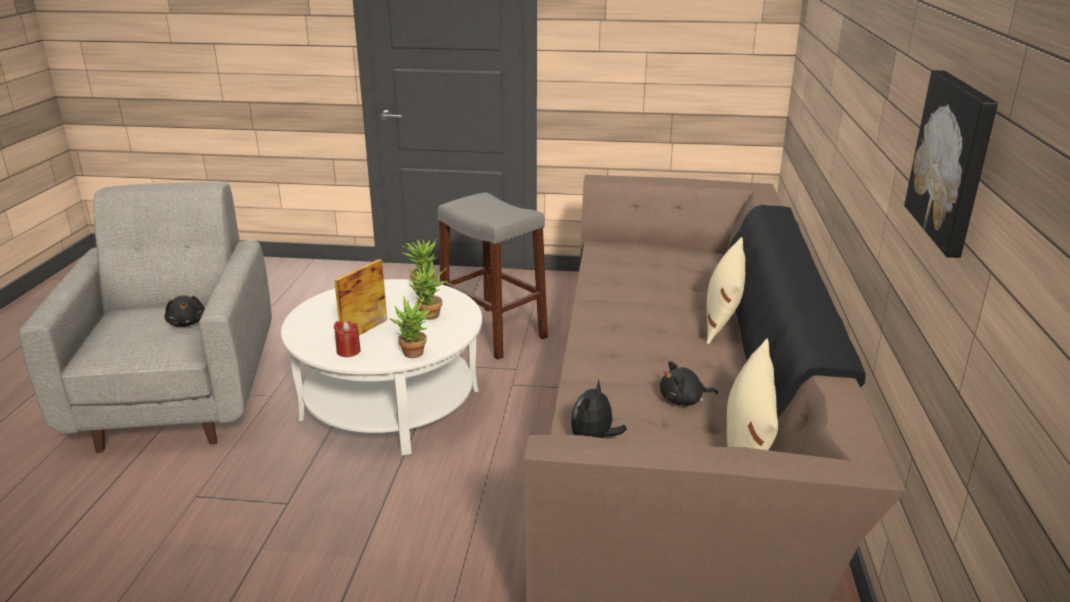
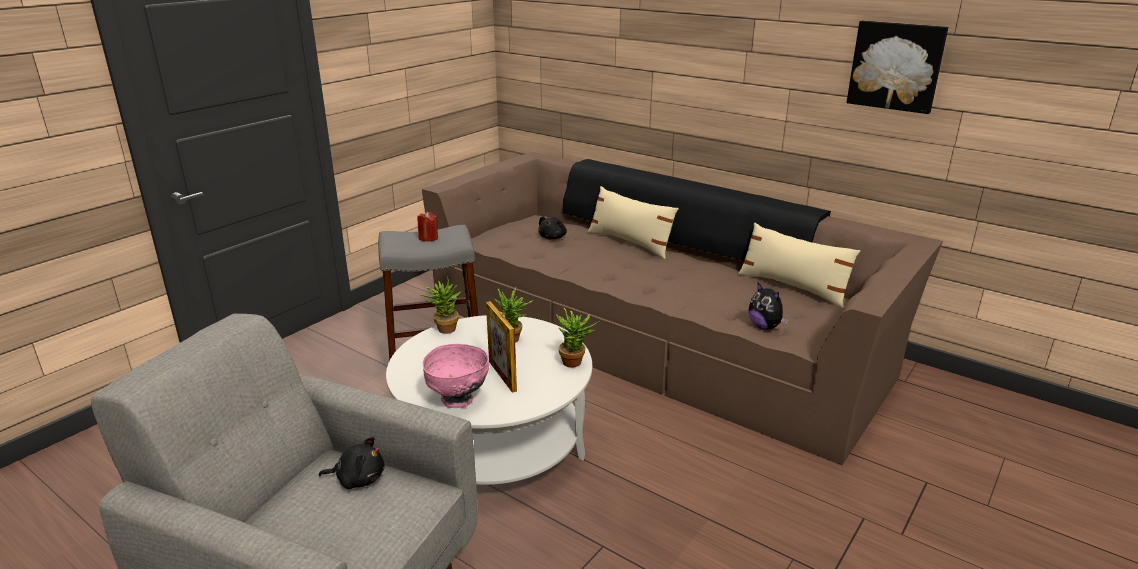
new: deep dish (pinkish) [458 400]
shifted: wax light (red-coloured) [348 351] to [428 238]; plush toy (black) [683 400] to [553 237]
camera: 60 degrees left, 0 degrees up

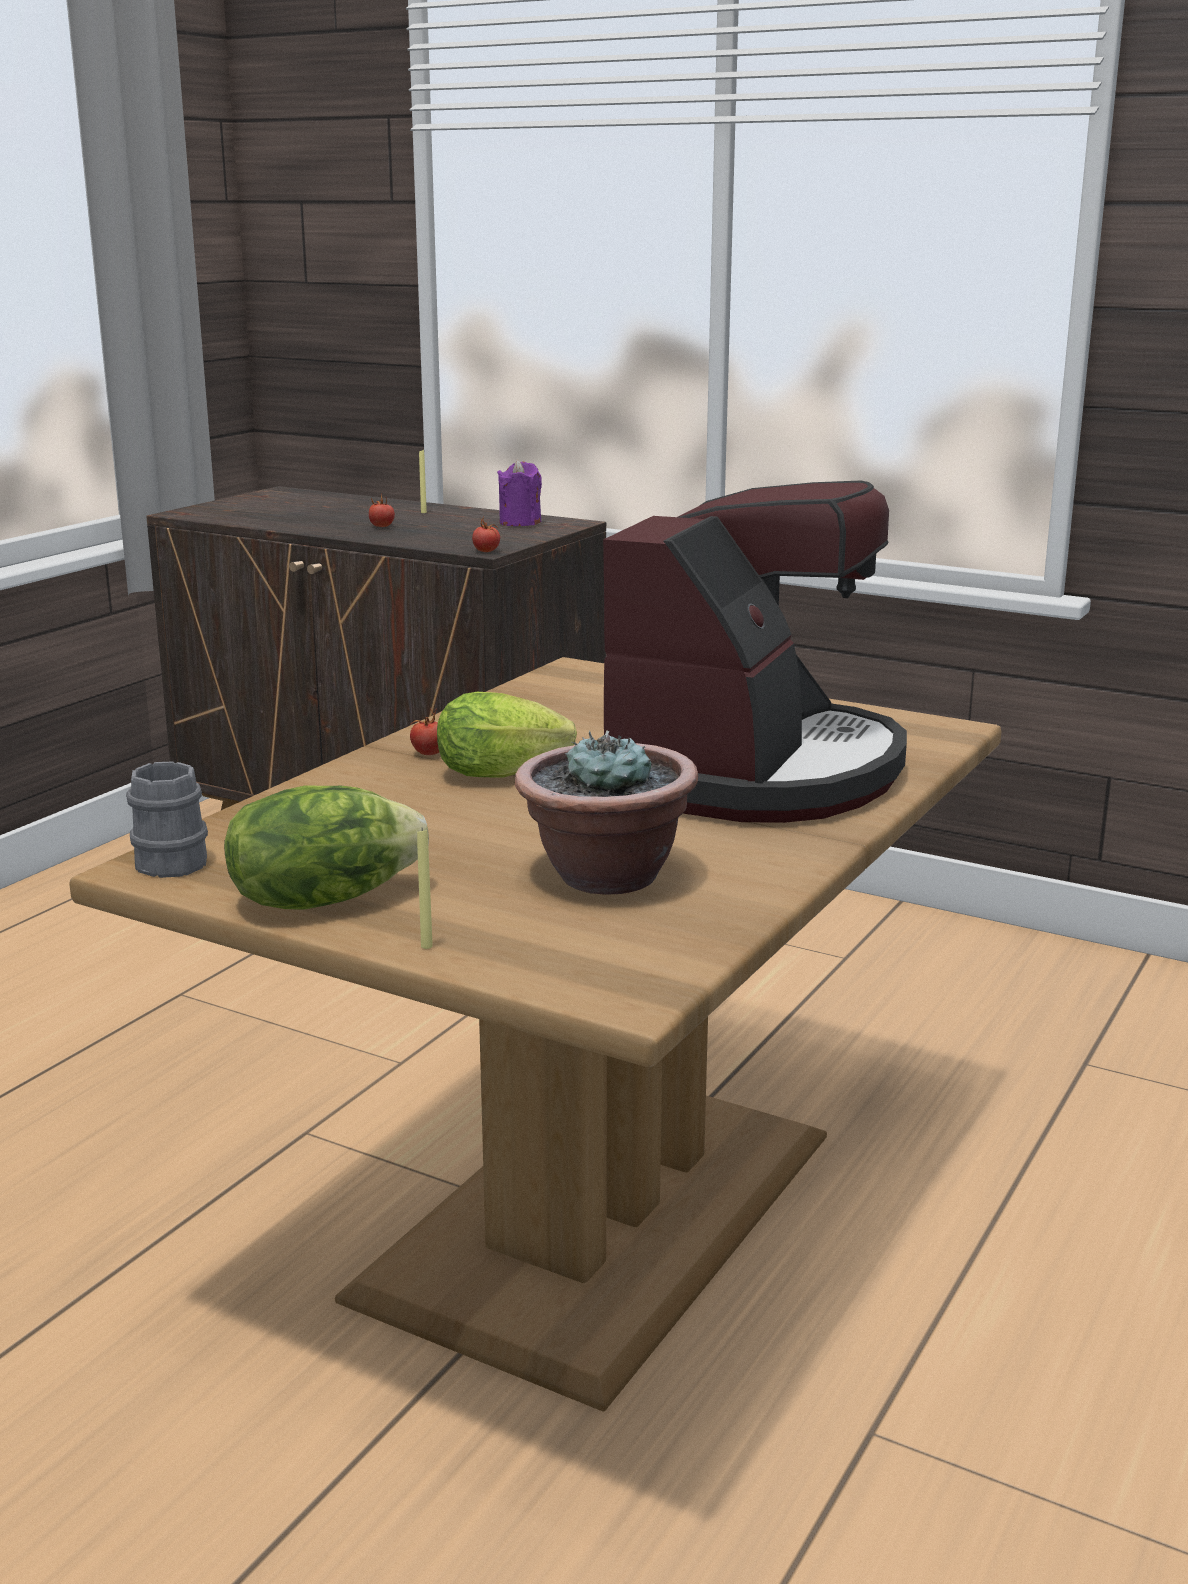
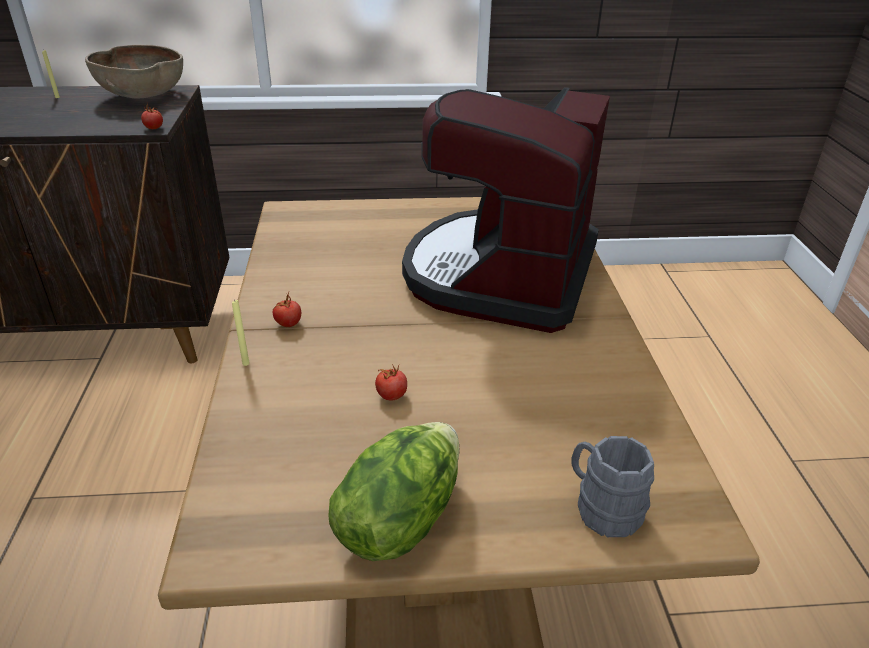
gone: head of lettuce [508 774]; houseplant [605 876]
shifted: tea mug (grey) [172 859] to [601 508]; tomato [382 526] to [391 395]; wax light (yellow) [426 946] to [246 363]
swapped: wax light (purplish) [520 522] to deep dish (brown) [142 96]
rotated: coffee brewer [752 773] = [502 275] 150 degrees counterclockwise
camera: 35 degrees left, 15 degrees up

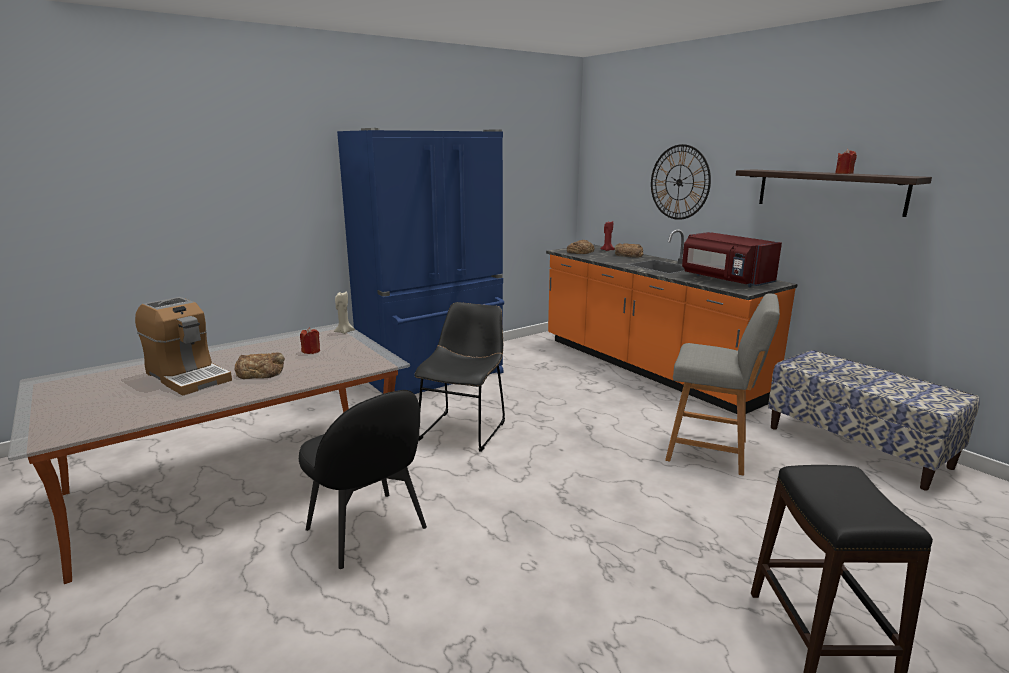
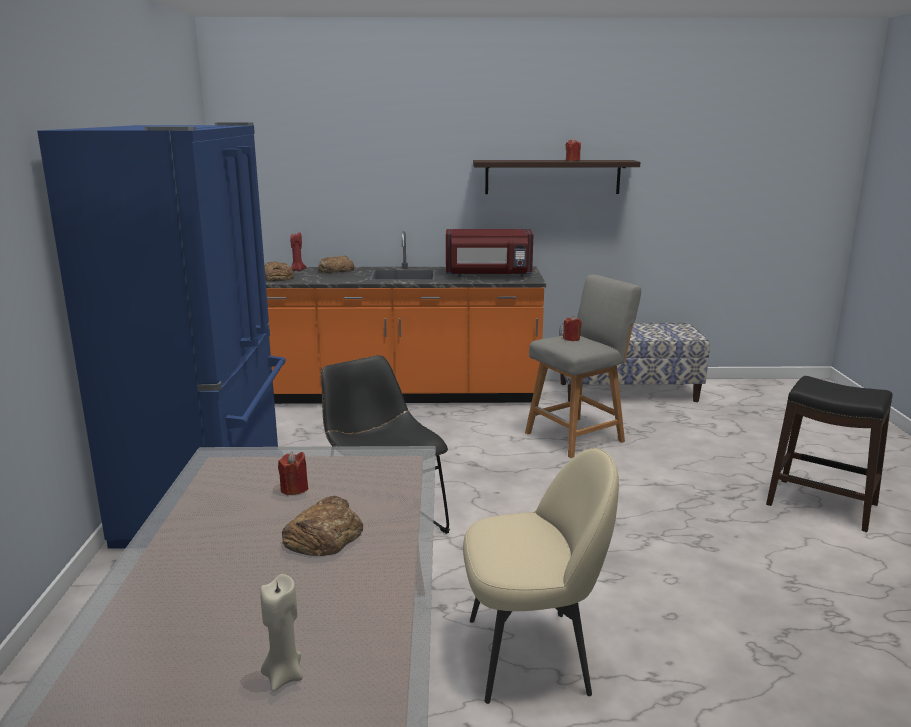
gone: coffee brewer [187 377]; wall clock [679 182]
new: wax light (red-coloured) [571 339]
shifted: wax light (beige) [344 332] to [283 676]
repainted: plain chair (black) [368 530] to plain chair (beige) [532 655]
camera: 55 degrees left, 0 degrees up

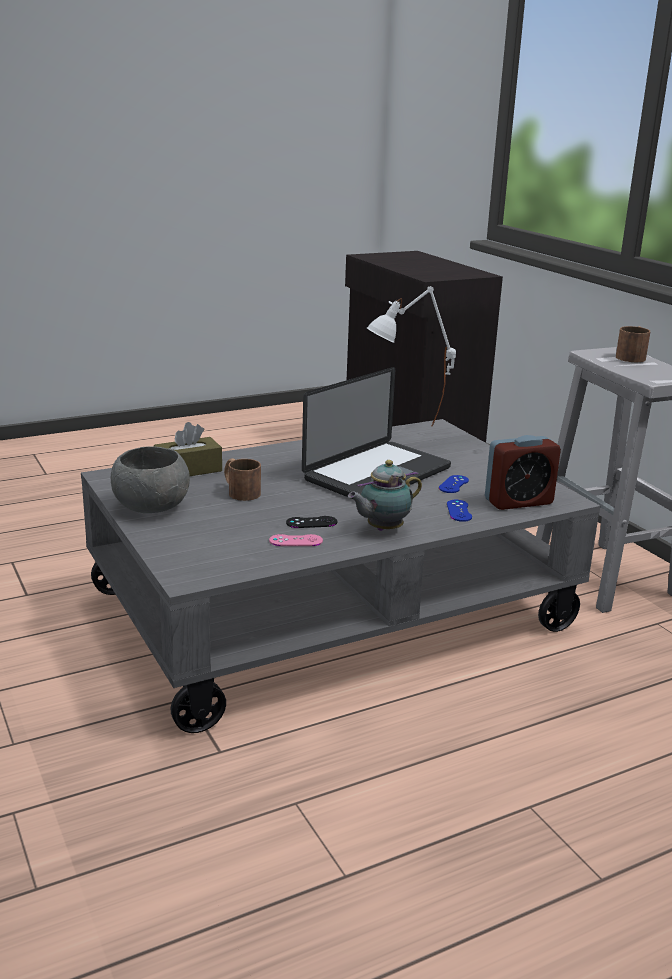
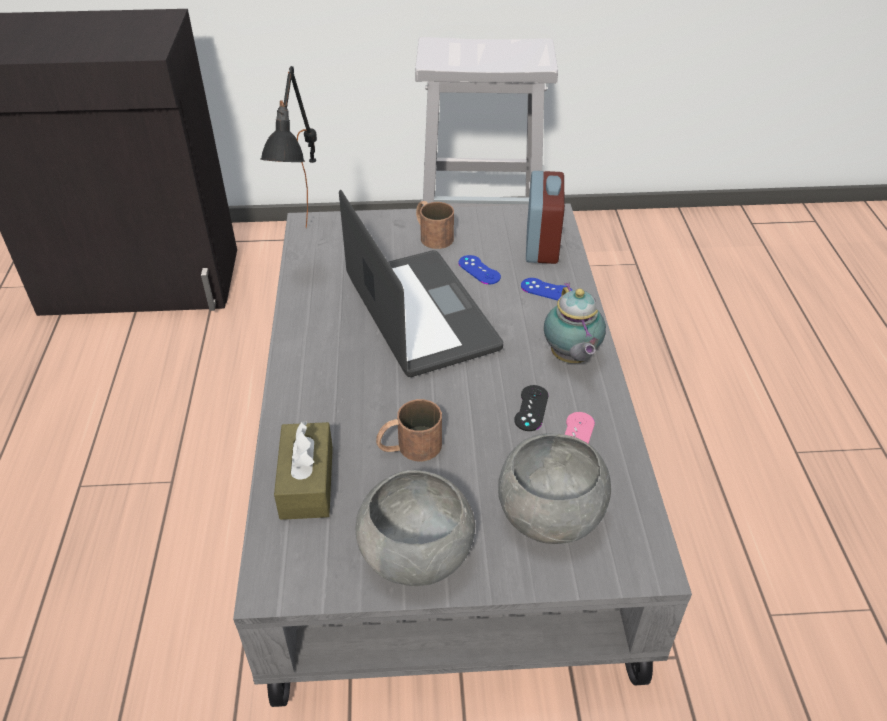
new: deep dish (grey) [551 514]
shifted: tea mug (brown) [632 356] to [432 235]
repainted: lamp for a table (whitish) [406 432] to lamp for a table (black) [310 251]
camera: 65 degrees left, 20 degrees up

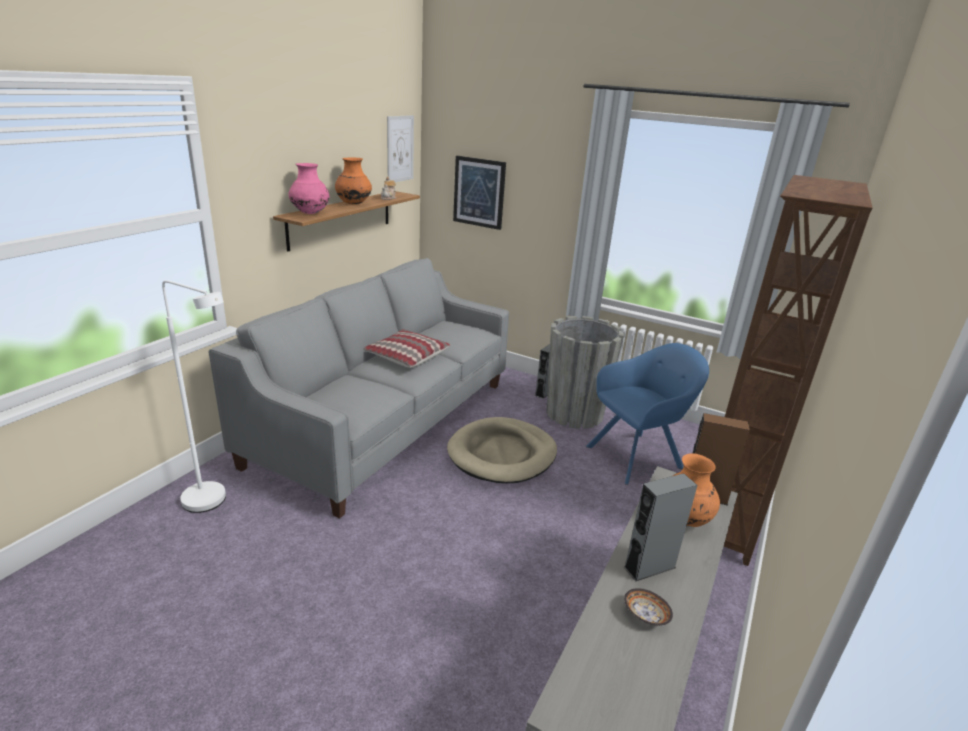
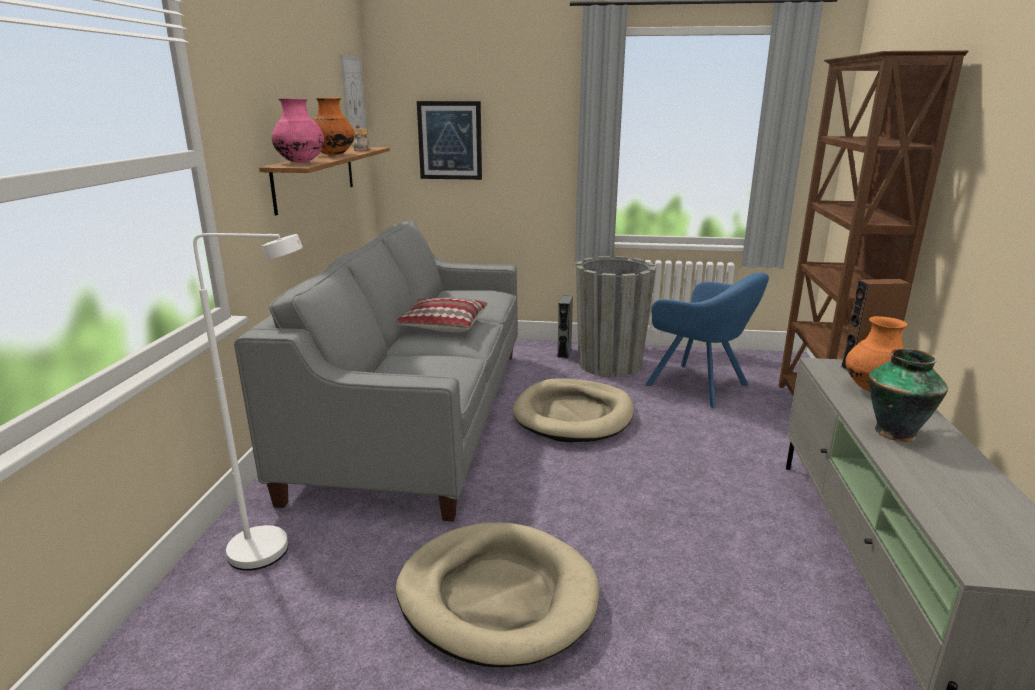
gone: deep dish [645 614]
new: pet bed (beige) [497 596]
swapped: audio speaker (grey) [649 567] to vase [896 432]
rotated: easy chair (blue) [637 456] = [701 386] 90 degrees clockwise
camera: 20 degrees left, 5 degrees down

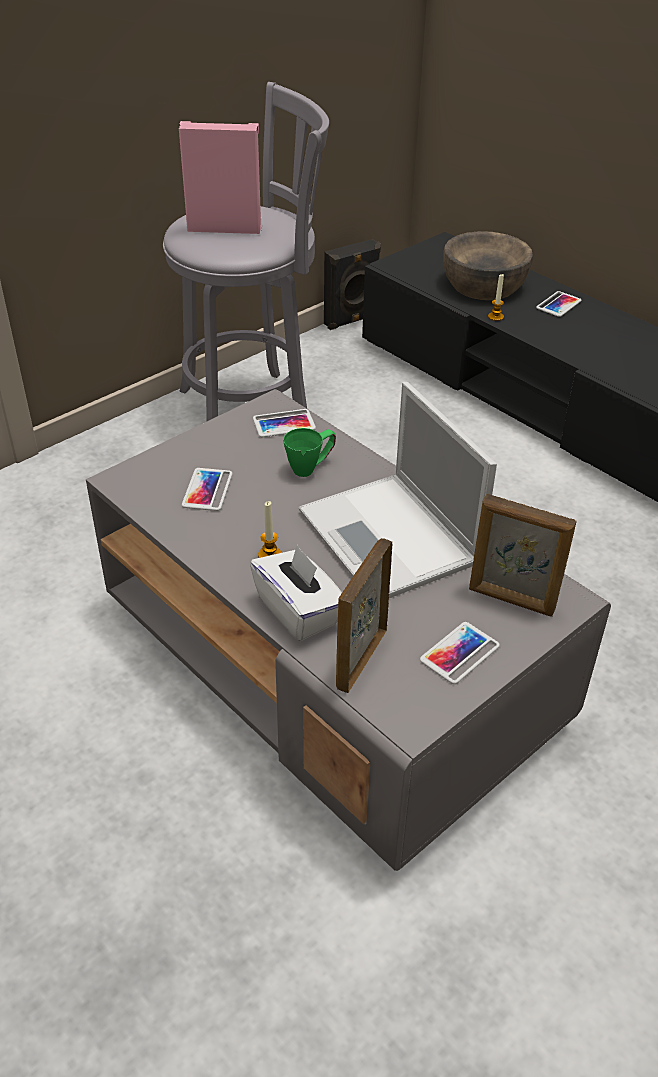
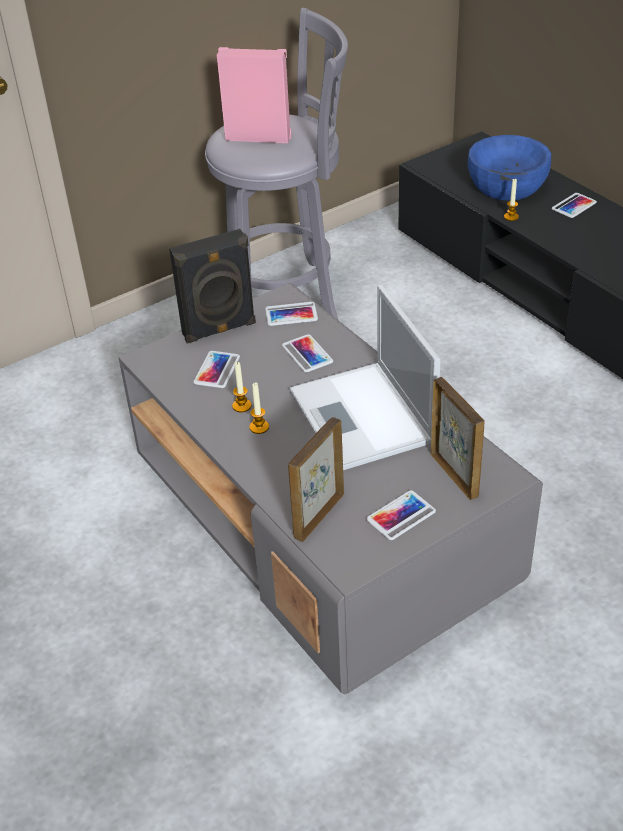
gone: tissue holder (whitish) [299 611]
new: wax light [242 406]
shifted: audio speaker (black) [351 321] to [219 330]
swapped: tea mug (green) [311 467] to phone [307 354]
repainted: deep dish (brown) [484 285] to deep dish (blue) [507 185]
rotated: standing frame [511 600] = [454 475] 150 degrees counterclockwise
camera: 10 degrees right, 0 degrees up

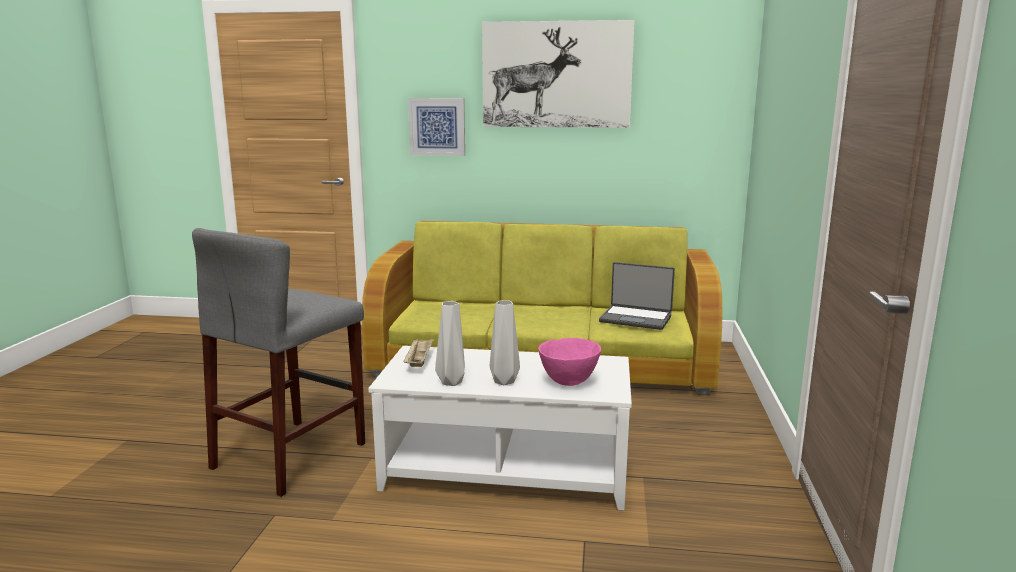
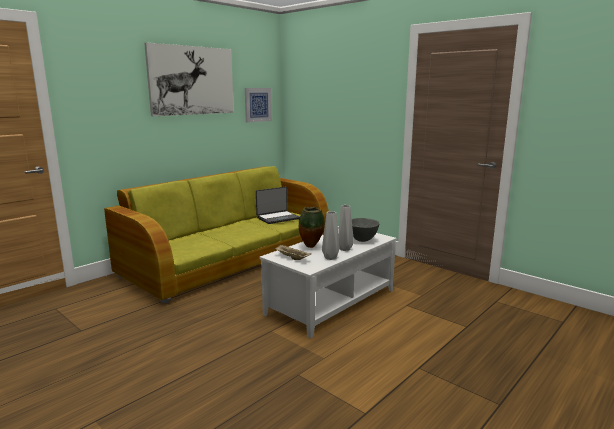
gone: stool (grey) [291 455]
new: vase [311 247]
shifted: wall picture [437 126] to [257 104]
repainted: deep dish (pinkish) [568 382] to deep dish (grey) [362 240]
camera: 55 degrees left, 0 degrees up

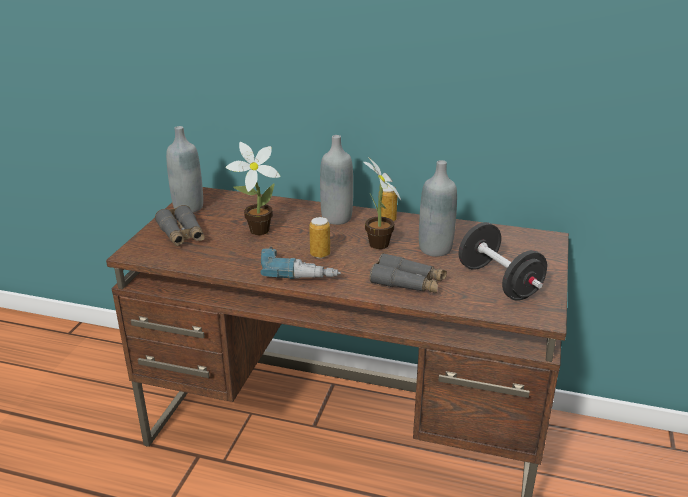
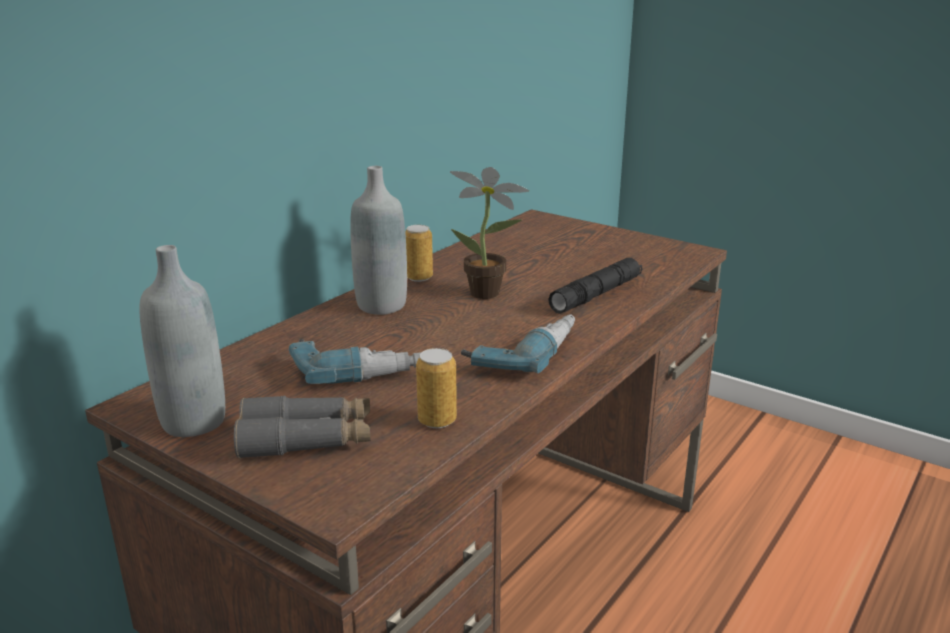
gone: bottle (grey) [435 249]; free weight (black) [499 282]
shifted: sealed can [320 254] to [437 420]
swapped: houseplant [256 231] to drill [362 368]; field glasses (grey) [408 283] to flashlight (black) [596 294]
camera: 70 degrees left, 5 degrees down

